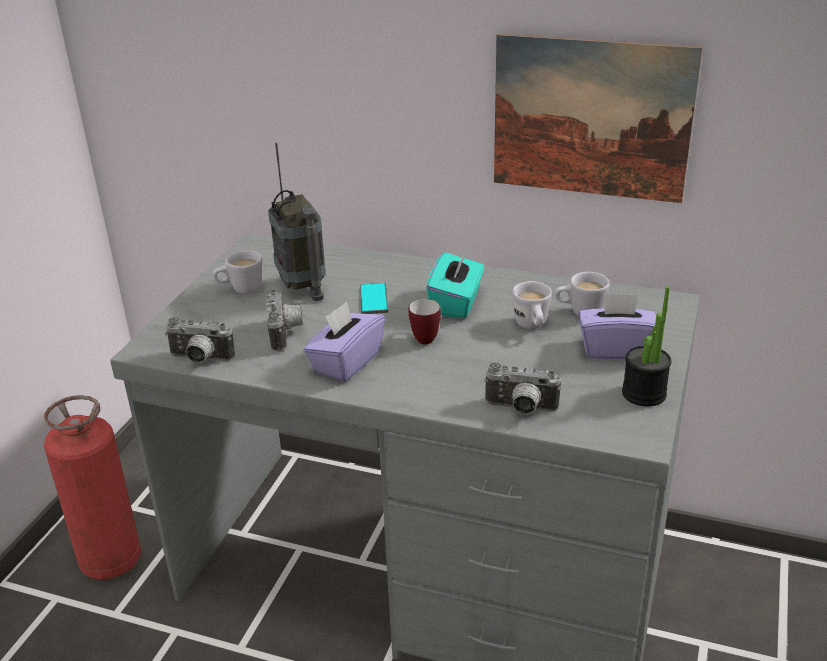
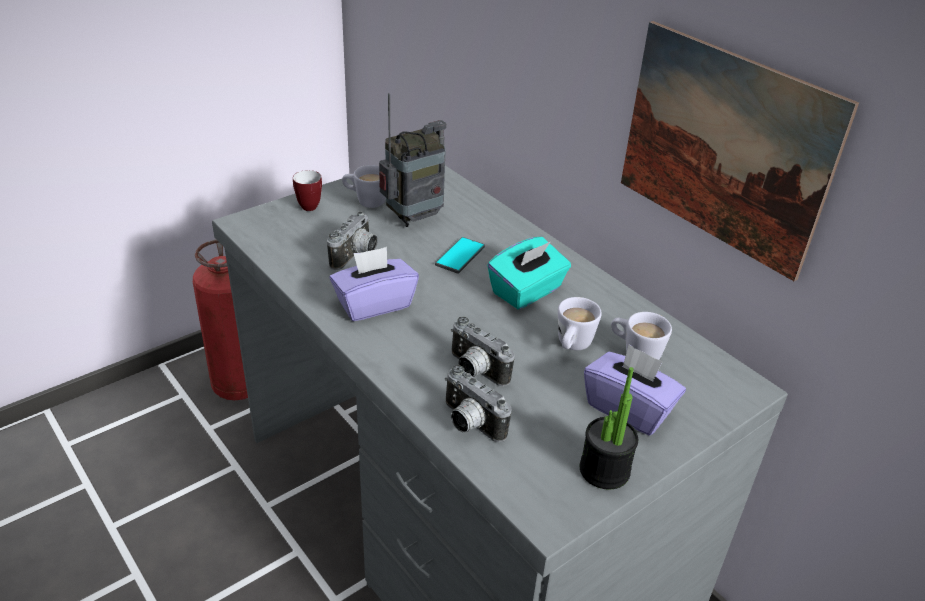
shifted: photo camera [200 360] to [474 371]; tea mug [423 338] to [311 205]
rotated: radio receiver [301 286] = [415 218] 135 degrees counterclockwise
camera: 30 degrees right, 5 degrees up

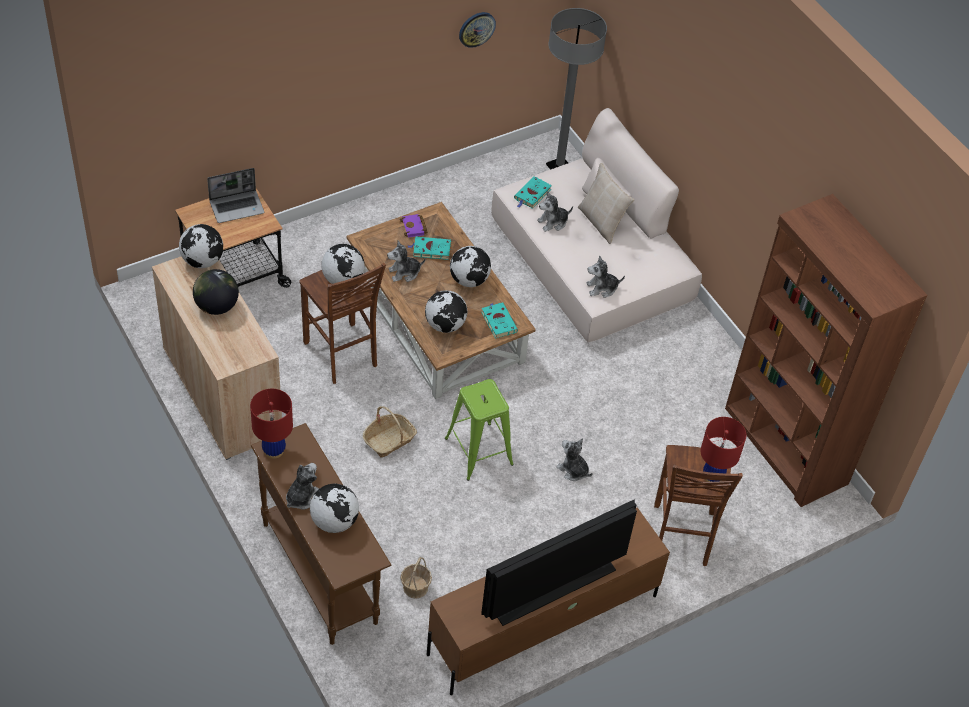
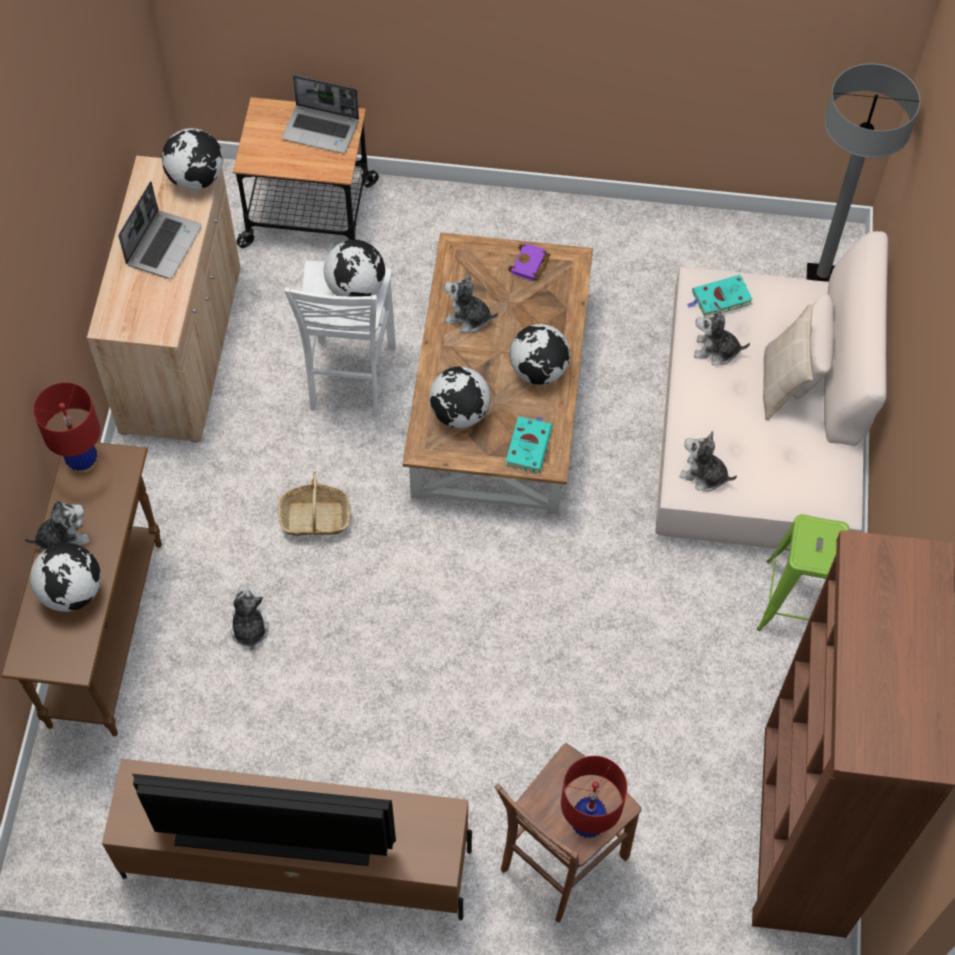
gone: storage basket [415 587]; book (turquoise) [430 250]; wall clock [476 29]
shifted: stool (green) [478 451] to [798 600]; plush toy [573 470] to [249 628]
swapped: globe [217 306] to laptop [163 245]
repainted: stool (brown) [342 355] to stool (whitish) [349 380]
camera: 40 degrees right, 10 degrees up

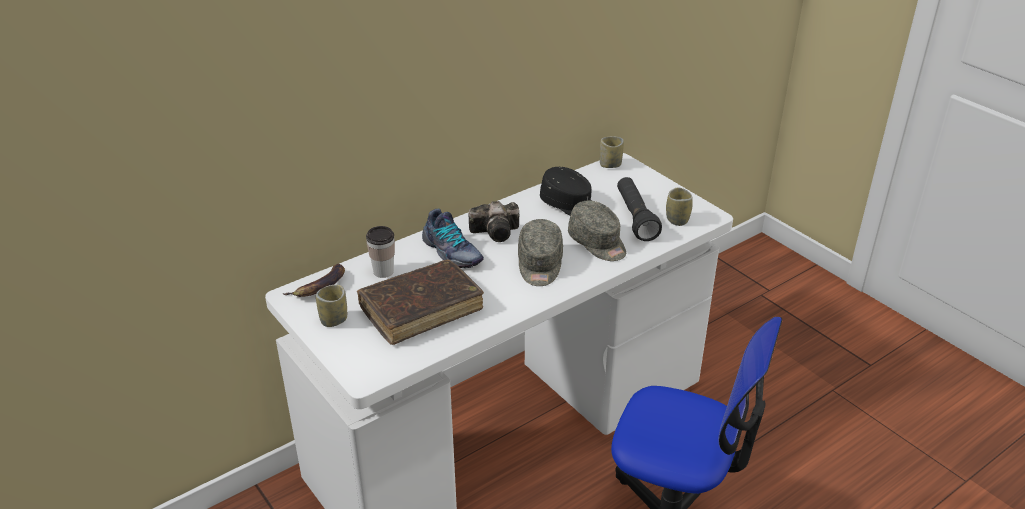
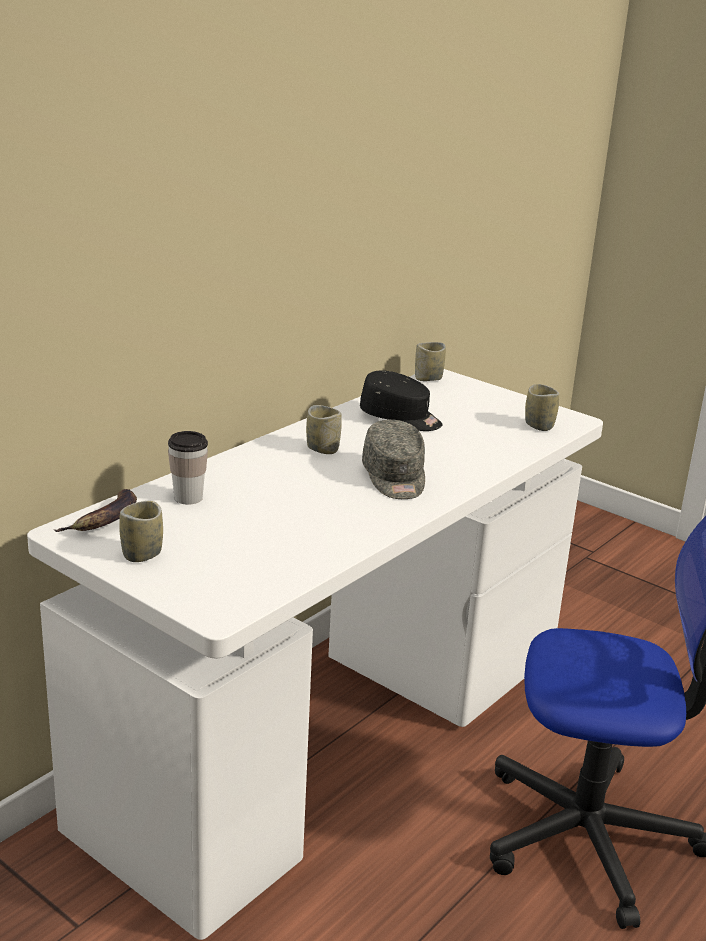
gone: book (brown) [421 309]; low shoe [451 252]; peaked cap (grey) [598 243]; flashlight (black) [635 218]
swapped: photo camera [497 232] to drinking cup [322 449]
camera: 15 degrees left, 10 degrees down

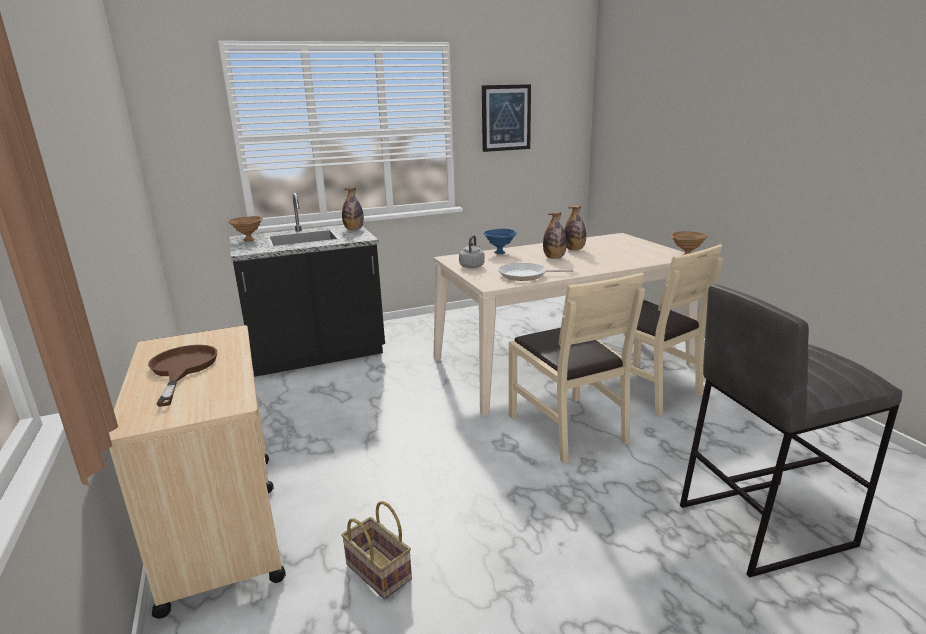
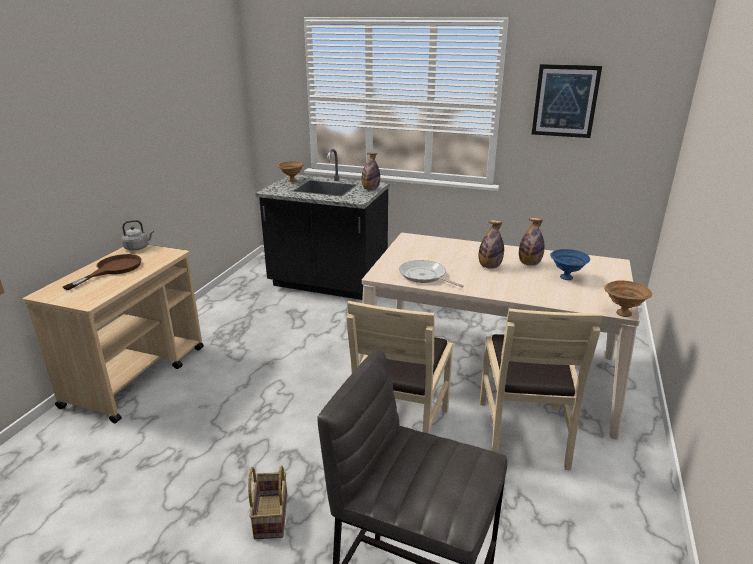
shifted: storage basket [376 571] to [270 515]; tea kettle (grey) [472 266] to [138 247]; deep dish (blue) [500 253] to [567 278]
camera: 40 degrees right, 5 degrees up

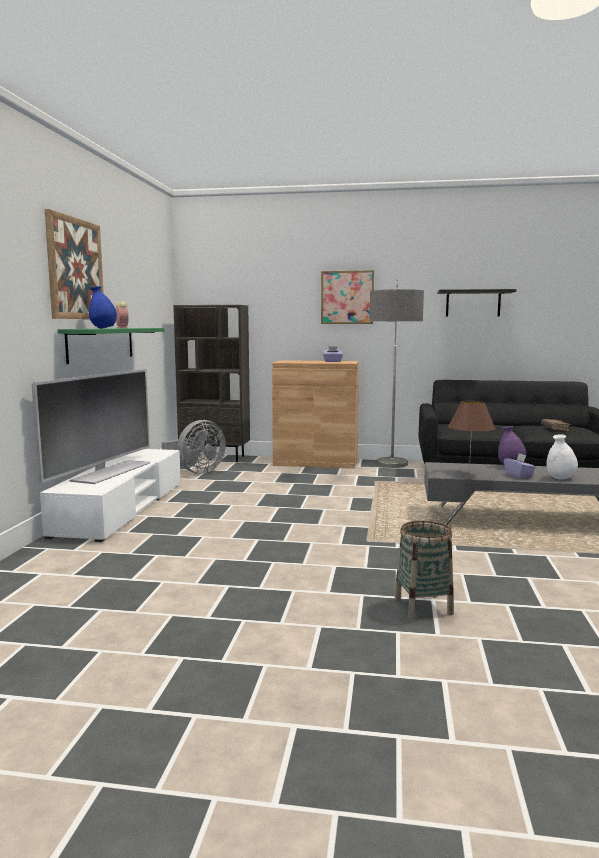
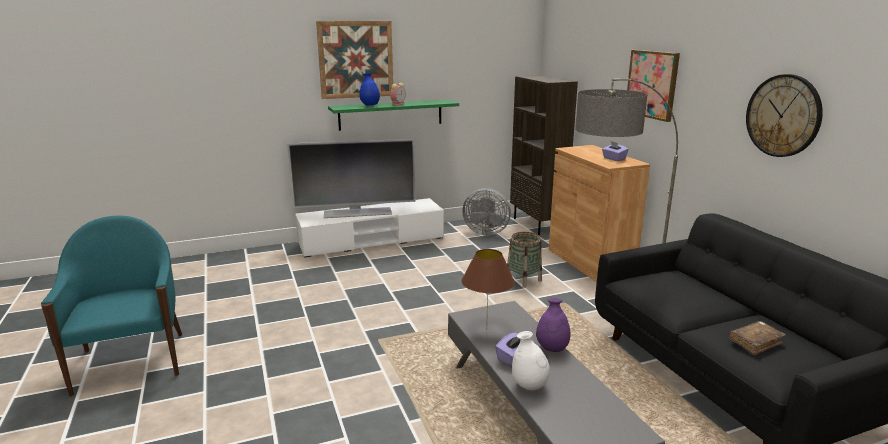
new: easy chair (turquoise) [131 361]
shifted: storage basket [423 606] to [523 279]
swapped: wall shelf [473 303] to wall clock [783 116]
camera: 60 degrees right, 10 degrees up

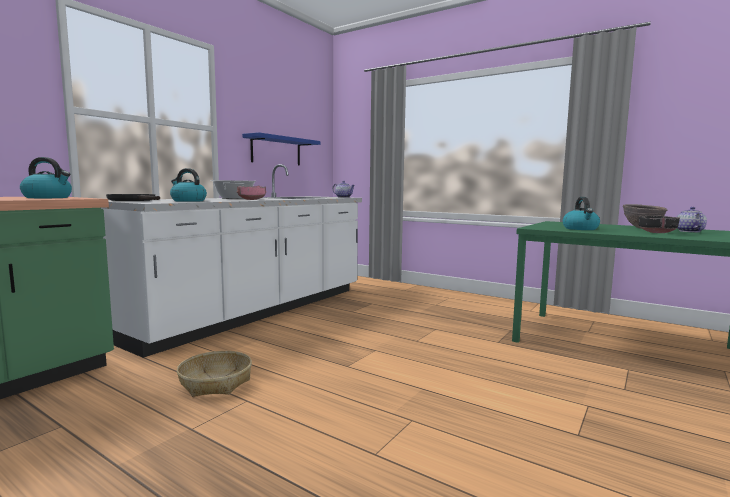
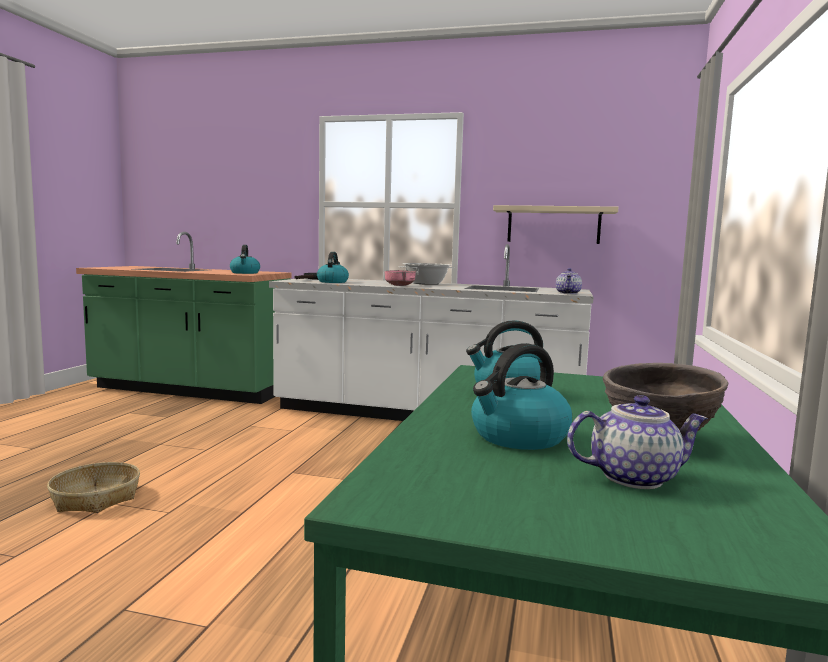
shifted: storage basket [215 382] to [96 498]
swapped: deep dish (black) [657 232] to tea kettle [518 437]
repainted: wall shelf (blue) [276 151] to wall shelf (beige) [553 225]
camera: 70 degrees right, 0 degrees up

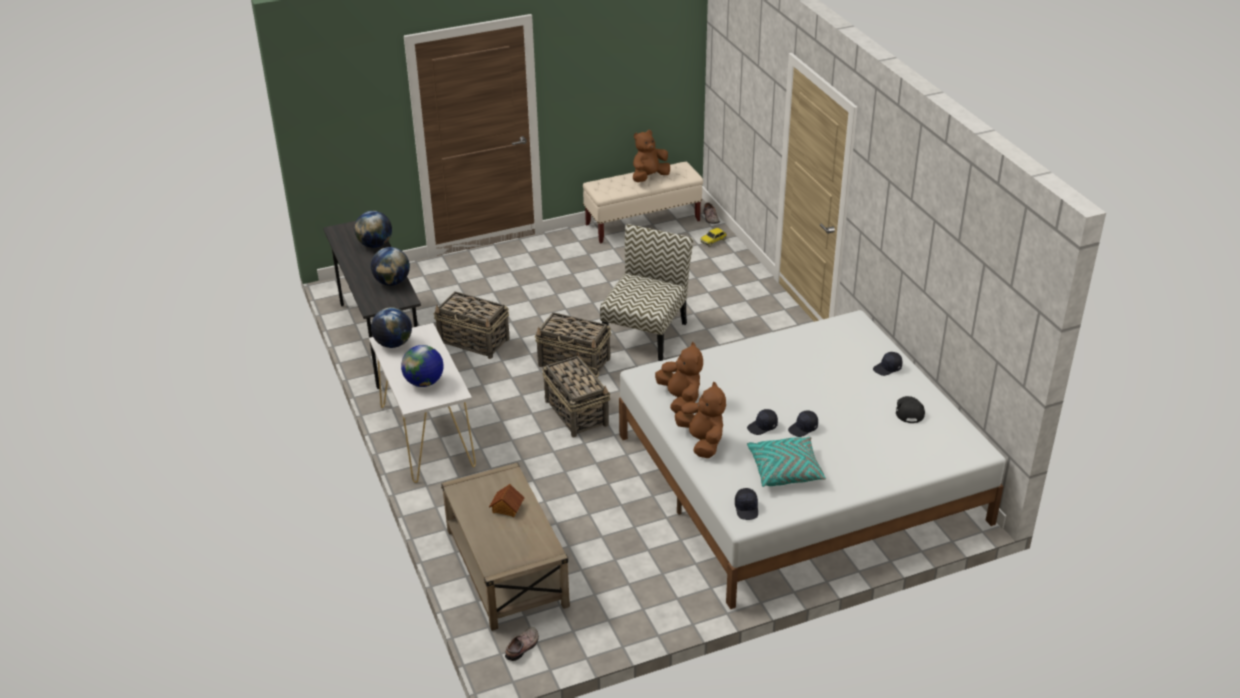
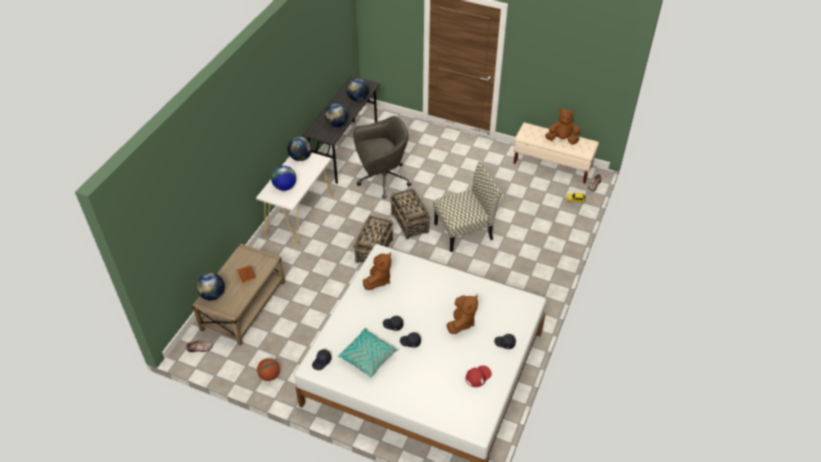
new: globe [213 295]; basketball ball [269 375]
shifted: plush toy (brown) [702 442] to [461 322]
swapped: storage basket [474 341] to computer chair (grey) [382 180]
repainted: peaked cap (black) [909 410] to peaked cap (red-coloured) [478 376]
camera: 45 degrees right, 10 degrees up

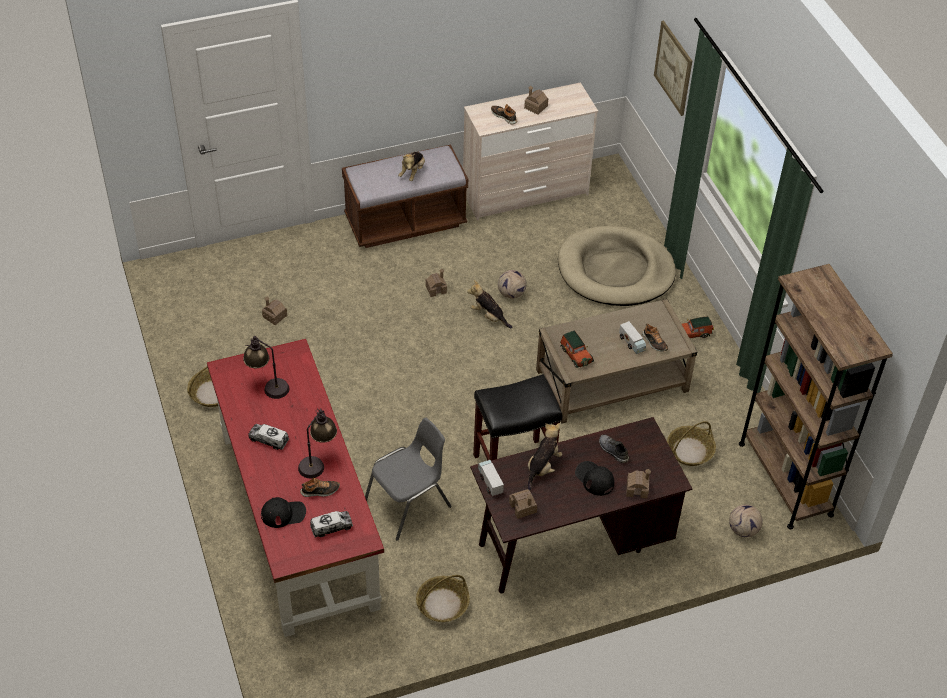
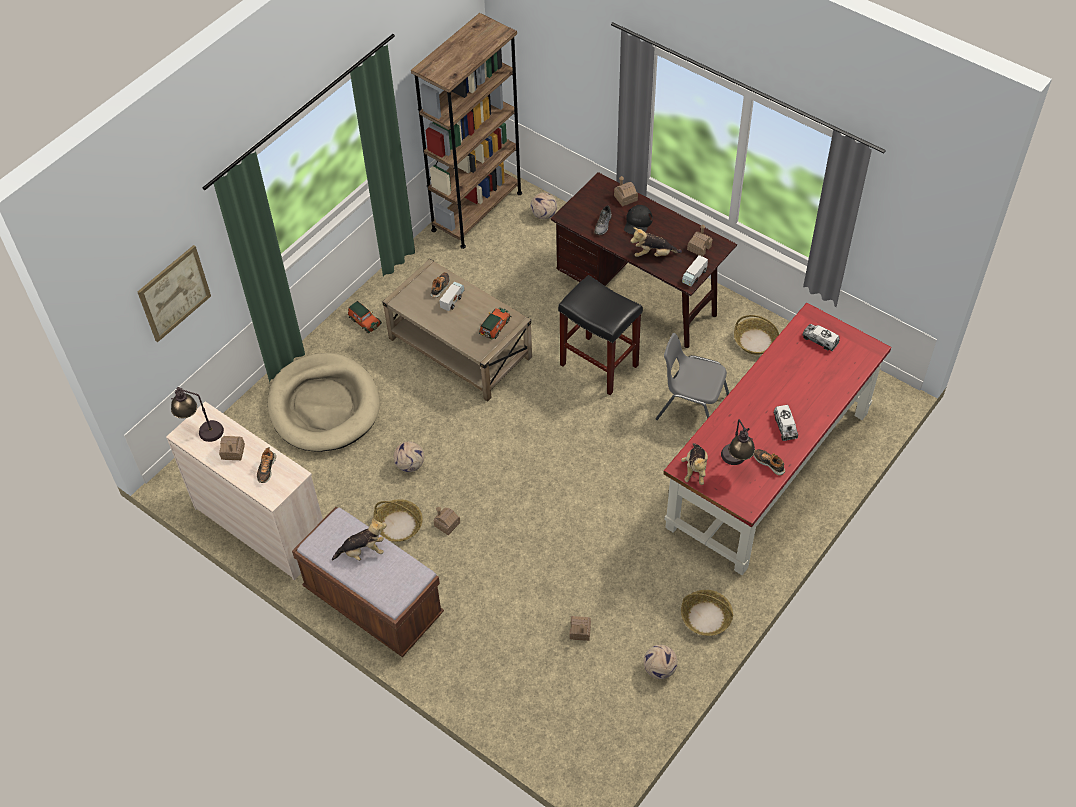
gone: peaked cap (black) [283 514]
new: football [659 669]
shifted: lamp for a table [318 461] to [201 430]; low shoe [320 491] to [769 463]; plush toy [489 316] to [695 470]; storage basket [689 451] to [399 525]
camera: 120 degrees left, 5 degrees up

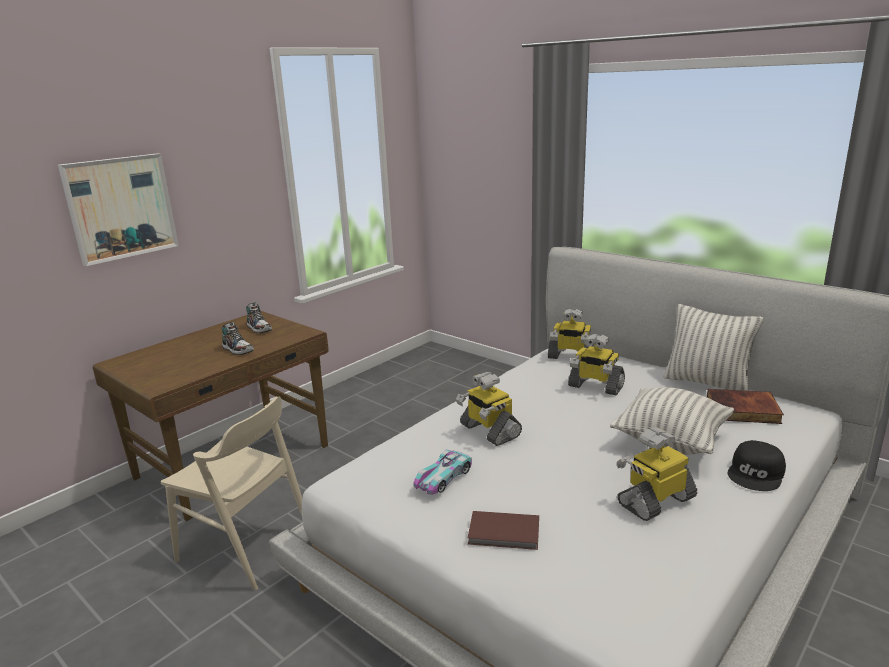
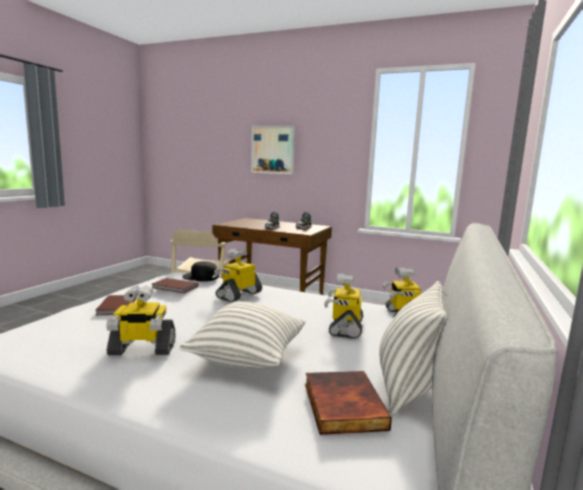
shifted: peaked cap (black) [757 473] to [200 277]
swapped: miniature car [443 477] to book (brown) [175 287]
rotated: toy robot [655 500] = [142 349] 135 degrees clockwise
camera: 70 degrees right, 10 degrees down

